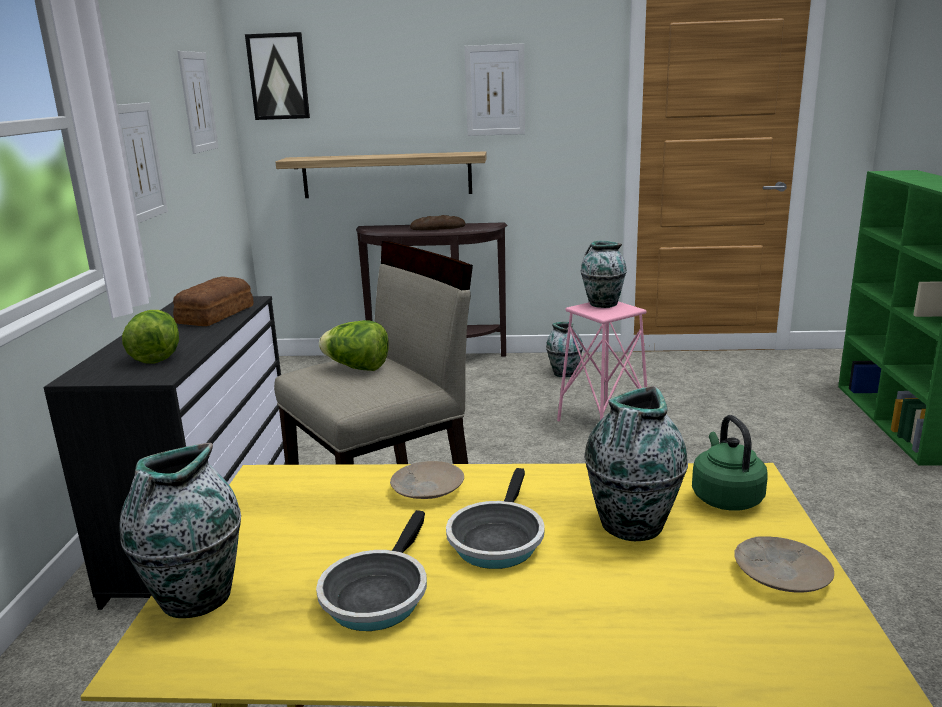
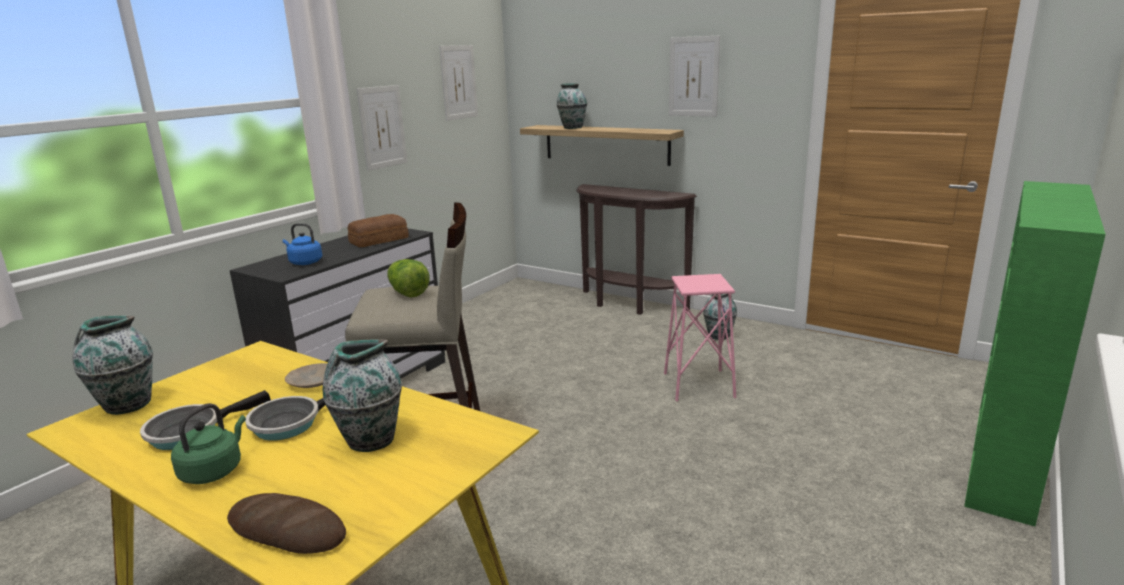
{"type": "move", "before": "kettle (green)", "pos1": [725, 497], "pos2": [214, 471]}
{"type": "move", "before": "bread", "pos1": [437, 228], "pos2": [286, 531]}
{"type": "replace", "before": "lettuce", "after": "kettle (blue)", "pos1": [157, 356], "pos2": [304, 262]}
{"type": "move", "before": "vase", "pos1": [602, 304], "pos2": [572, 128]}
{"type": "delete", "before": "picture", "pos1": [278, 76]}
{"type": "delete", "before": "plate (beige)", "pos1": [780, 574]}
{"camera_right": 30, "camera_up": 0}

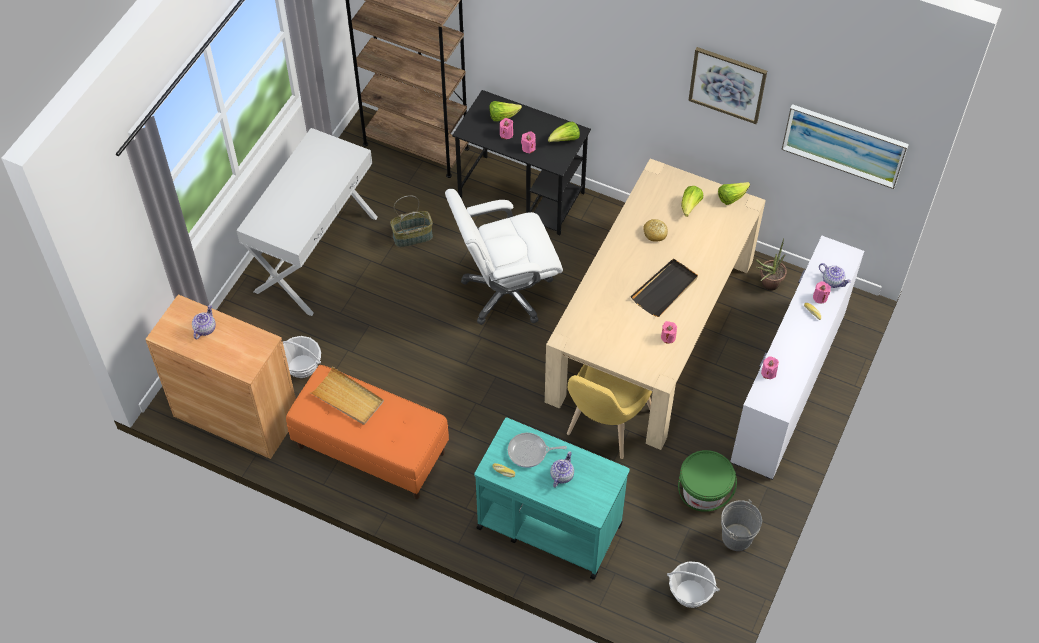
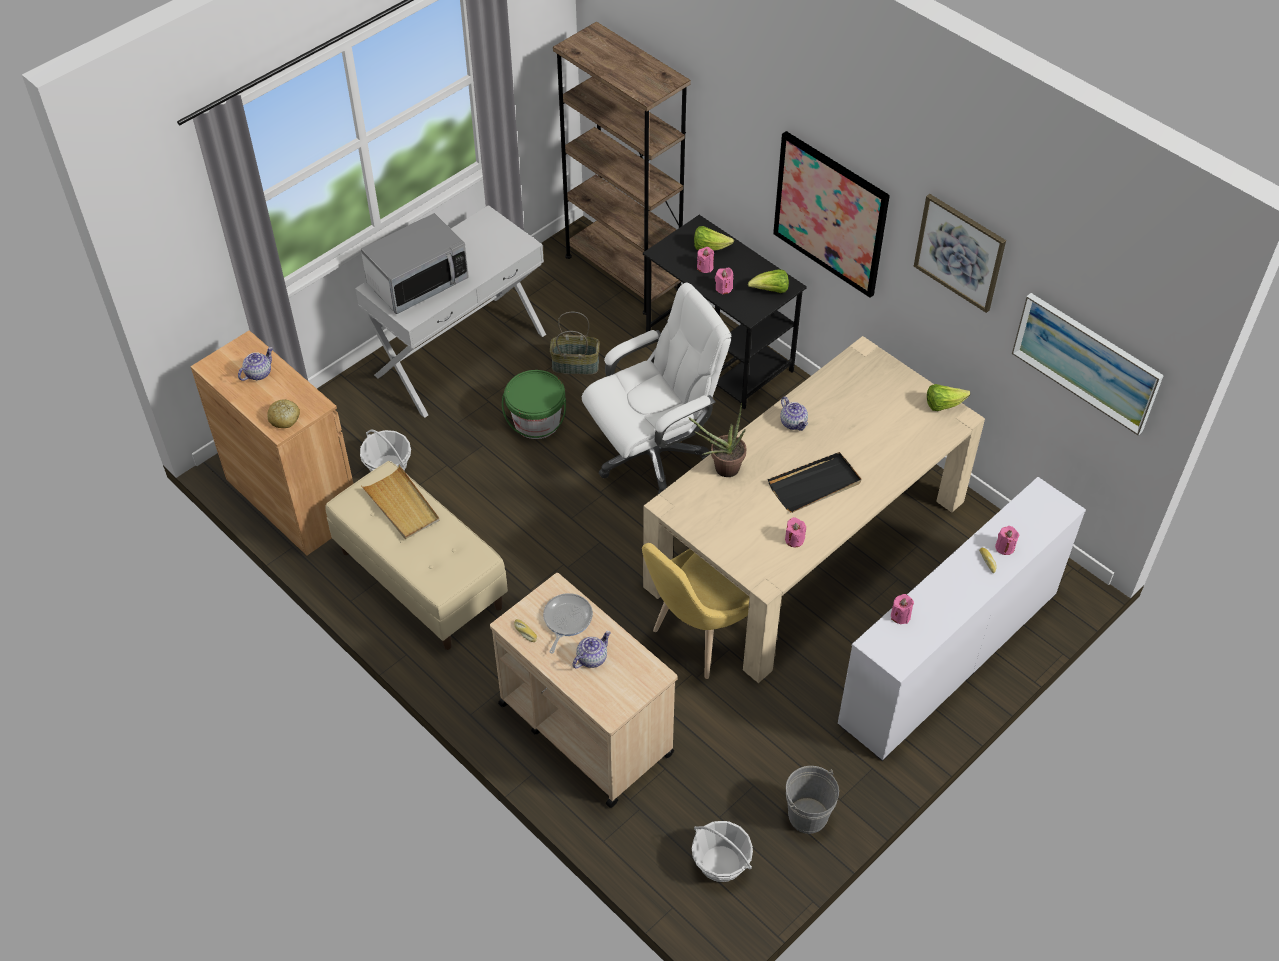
{"type": "move", "before": "bread", "pos1": [655, 233], "pos2": [284, 418]}
{"type": "recolor", "before": "bench (orange)", "after": "bench (beige)", "pos1": [370, 450], "pos2": [420, 579]}
{"type": "insert", "after": "microwave", "pos2": [418, 282]}
{"type": "recolor", "before": "cart (turquoise)", "after": "cart (beige)", "pos1": [548, 525], "pos2": [584, 728]}
{"type": "move", "before": "bucket (green)", "pos1": [703, 493], "pos2": [536, 422]}
{"type": "rotate", "before": "frying pan", "pos1": [529, 452], "pos2": [566, 620], "turn": 90}
{"type": "rotate", "before": "office chair (white)", "pos1": [506, 292], "pos2": [653, 453], "turn": 150}
{"type": "move", "before": "potted plant", "pos1": [767, 285], "pos2": [721, 469]}
{"type": "insert", "after": "picture", "pos2": [830, 214]}
{"type": "move", "before": "teapot", "pos1": [833, 281], "pos2": [793, 423]}
{"type": "delete", "before": "lettuce", "pos1": [690, 206]}
{"camera_right": 20, "camera_up": -5}

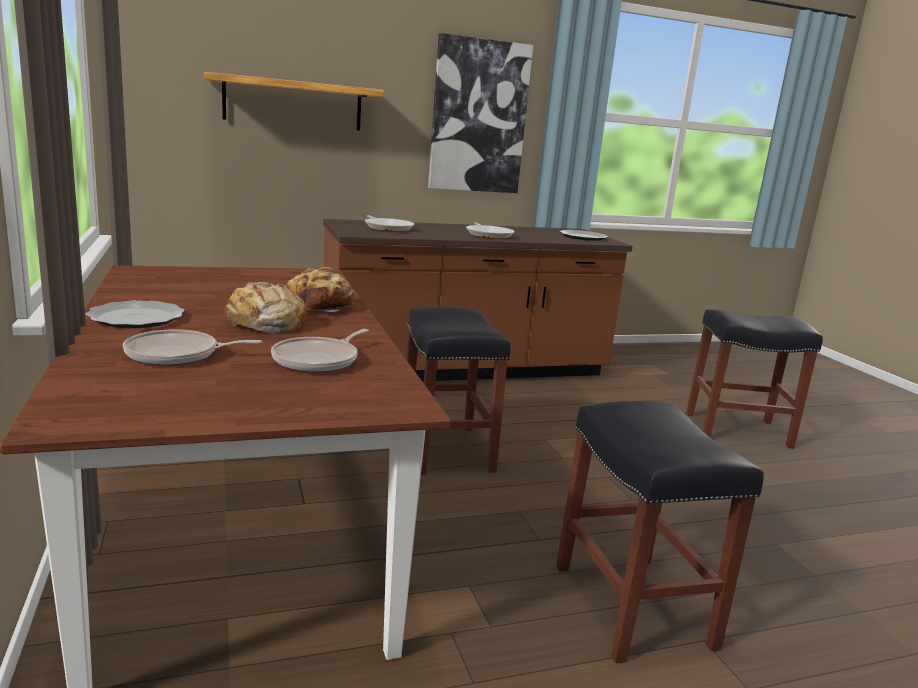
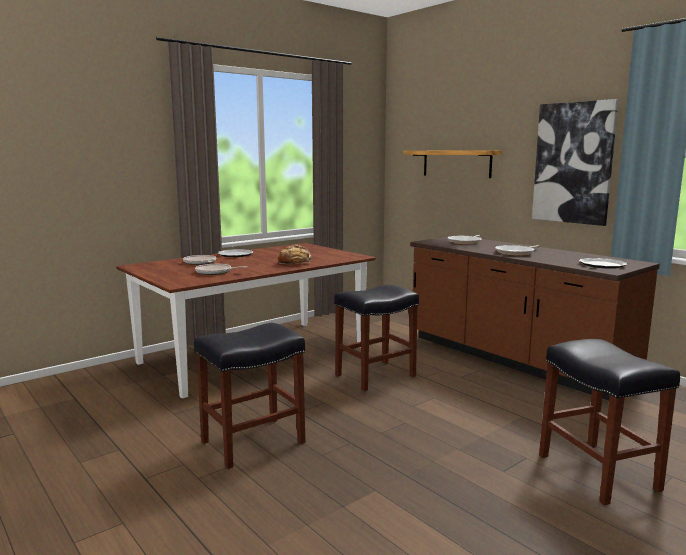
{"type": "delete", "before": "bread", "pos1": [265, 324]}
{"camera_right": 70, "camera_up": -5}

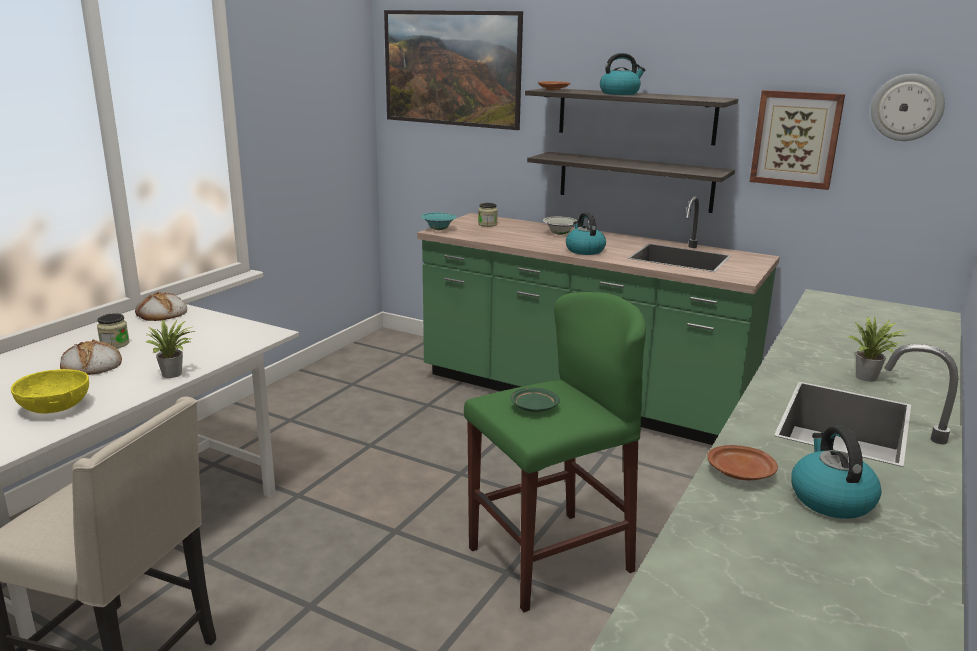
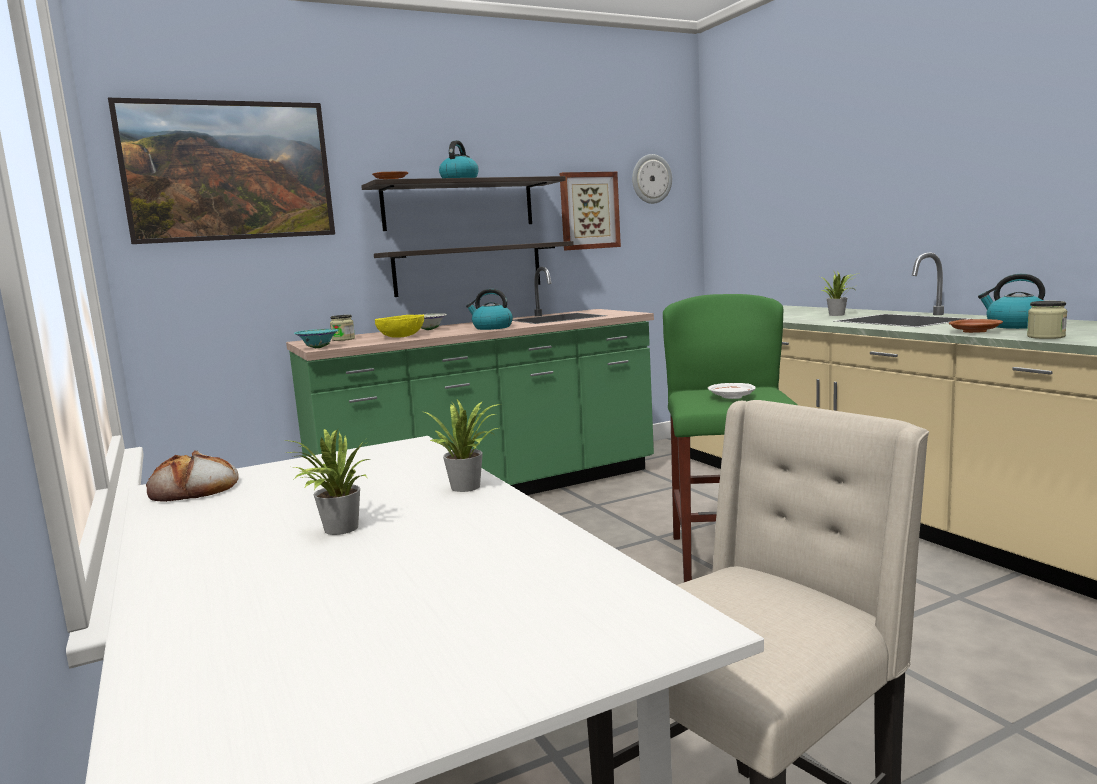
{"type": "replace", "before": "bread", "after": "potted plant", "pos1": [91, 365], "pos2": [336, 530]}
{"type": "move", "before": "bowl (yellow)", "pos1": [55, 407], "pos2": [401, 336]}
{"type": "recolor", "before": "plate (green)", "after": "plate (white)", "pos1": [533, 407], "pos2": [731, 397]}
{"type": "move", "before": "jar", "pos1": [115, 344], "pos2": [1046, 336]}
{"camera_right": -55, "camera_up": -10}

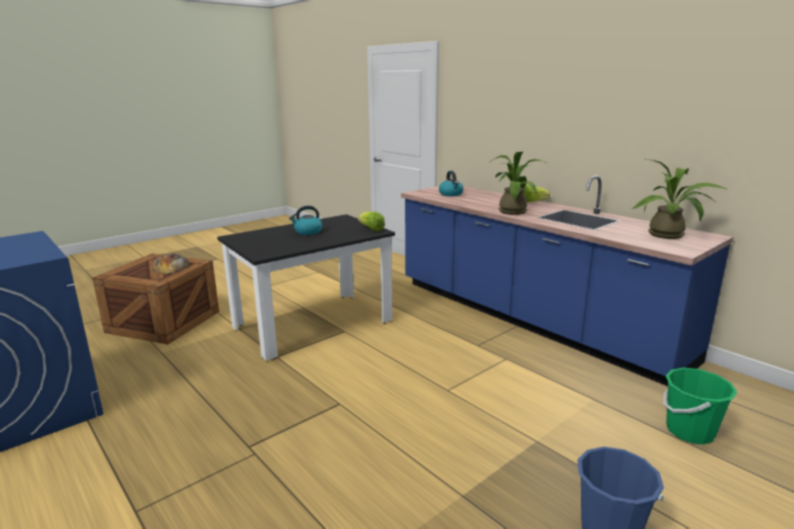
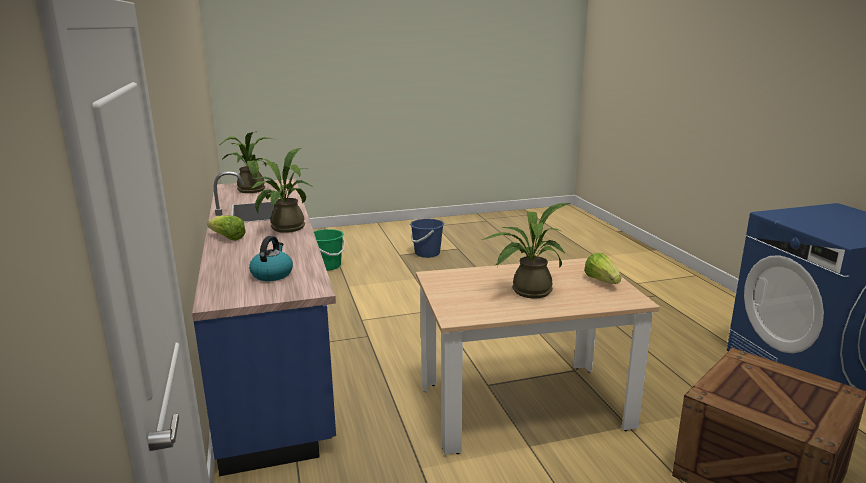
{"type": "recolor", "before": "dining table (black)", "after": "dining table (beige)", "pos1": [313, 324], "pos2": [523, 406]}
{"type": "replace", "before": "kettle", "after": "potted plant", "pos1": [308, 232], "pos2": [526, 291]}
{"type": "move", "before": "lettuce", "pos1": [371, 229], "pos2": [602, 281]}
{"type": "delete", "before": "bread", "pos1": [171, 266]}
{"camera_right": -155, "camera_up": 0}

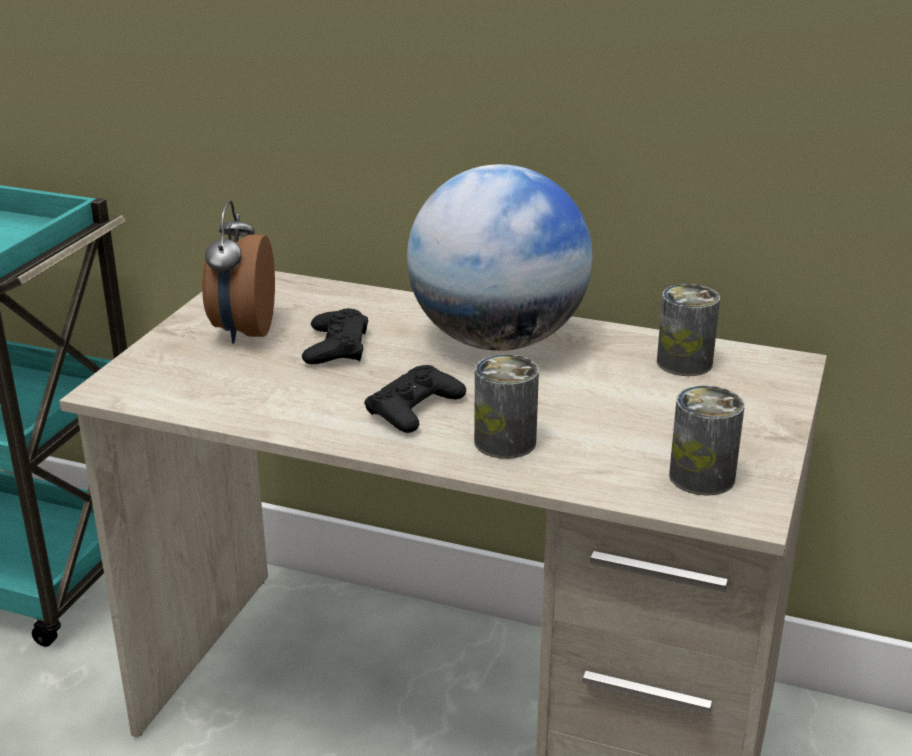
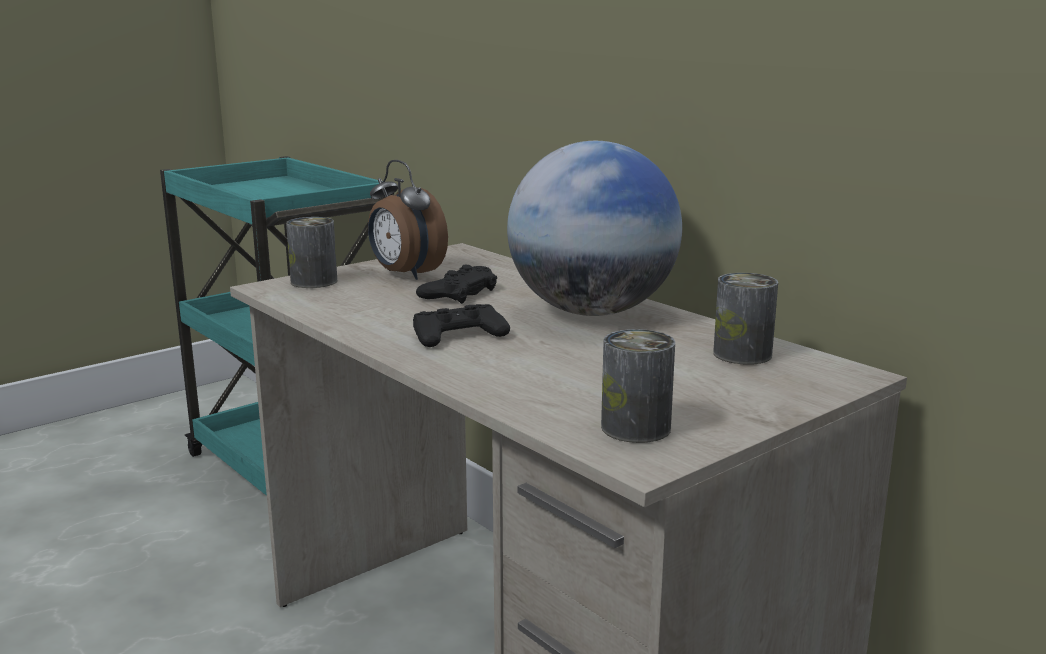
{"type": "move", "before": "can", "pos1": [505, 442], "pos2": [314, 281]}
{"type": "rotate", "before": "alarm clock", "pos1": [242, 331], "pos2": [405, 274], "turn": -75}
{"camera_right": 30, "camera_up": -10}

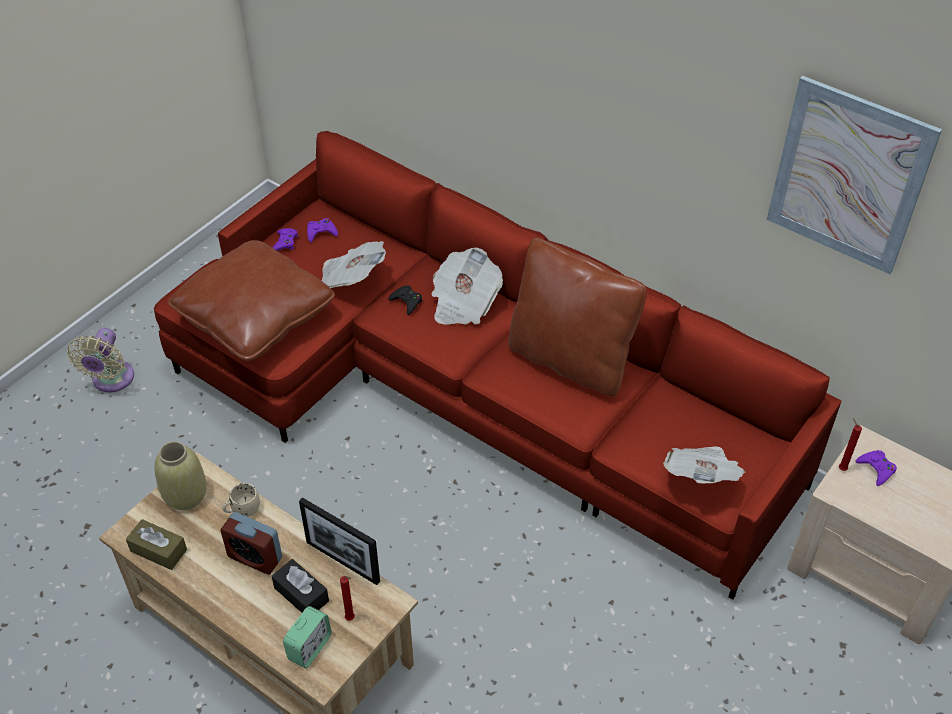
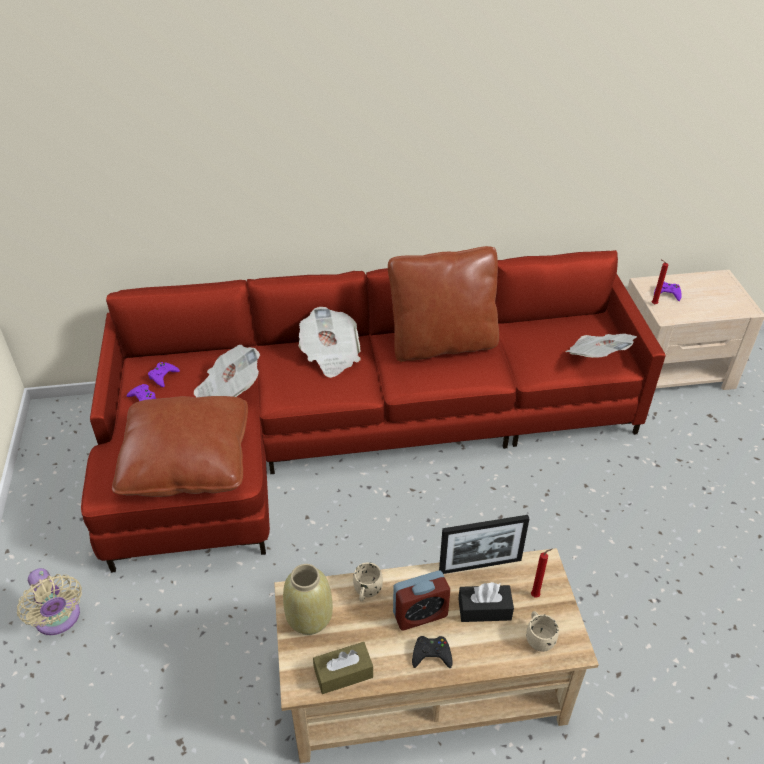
{"type": "move", "before": "game controller (black)", "pos1": [407, 302], "pos2": [431, 654]}
{"type": "replace", "before": "alarm clock", "after": "mug (beige)", "pos1": [309, 647], "pos2": [538, 637]}
{"type": "delete", "before": "picture", "pos1": [848, 176]}
{"camera_right": -45, "camera_up": -5}

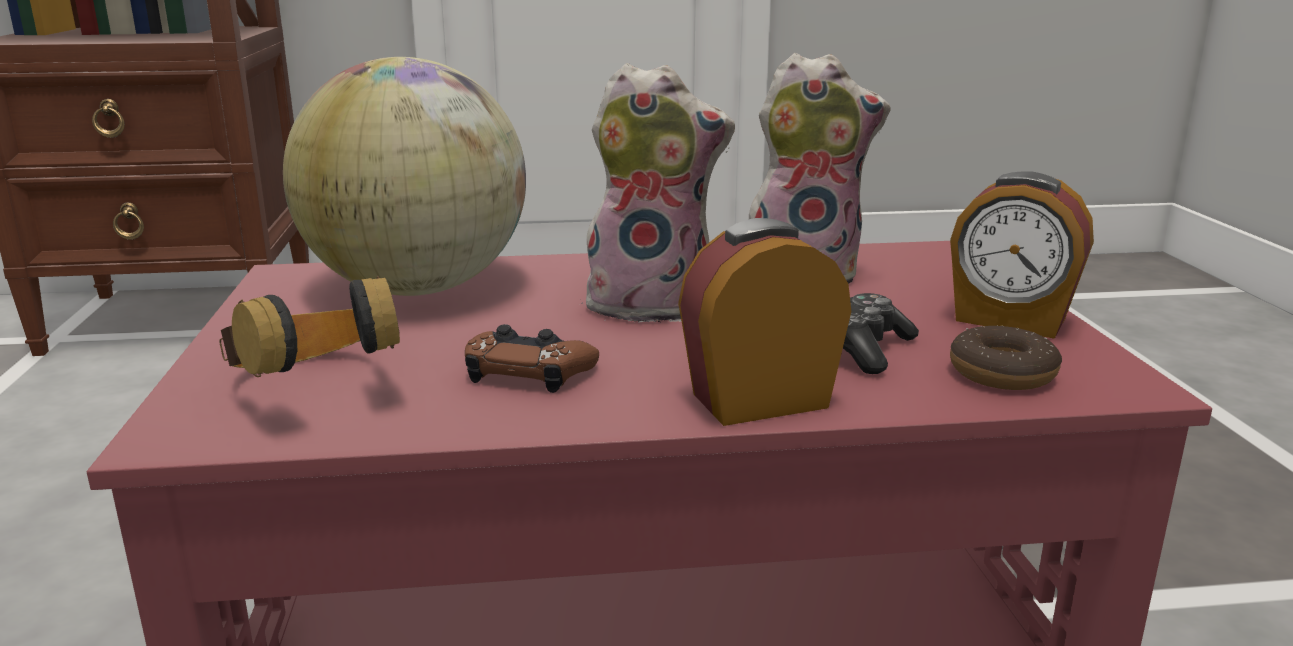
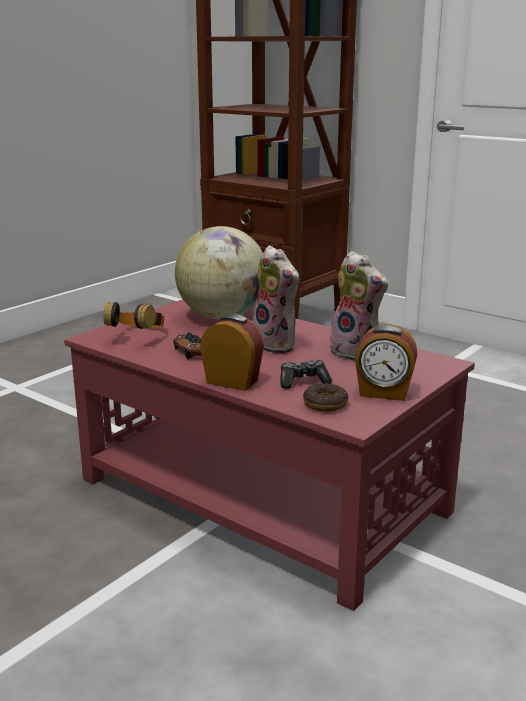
{"type": "rotate", "before": "alarm clock", "pos1": [1010, 320], "pos2": [384, 393], "turn": -60}
{"camera_right": 45, "camera_up": 0}

